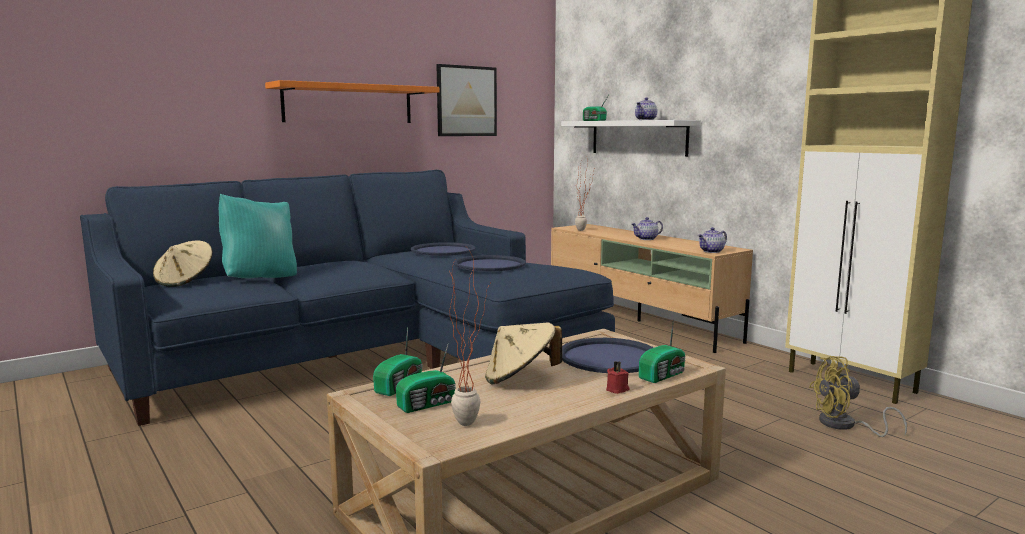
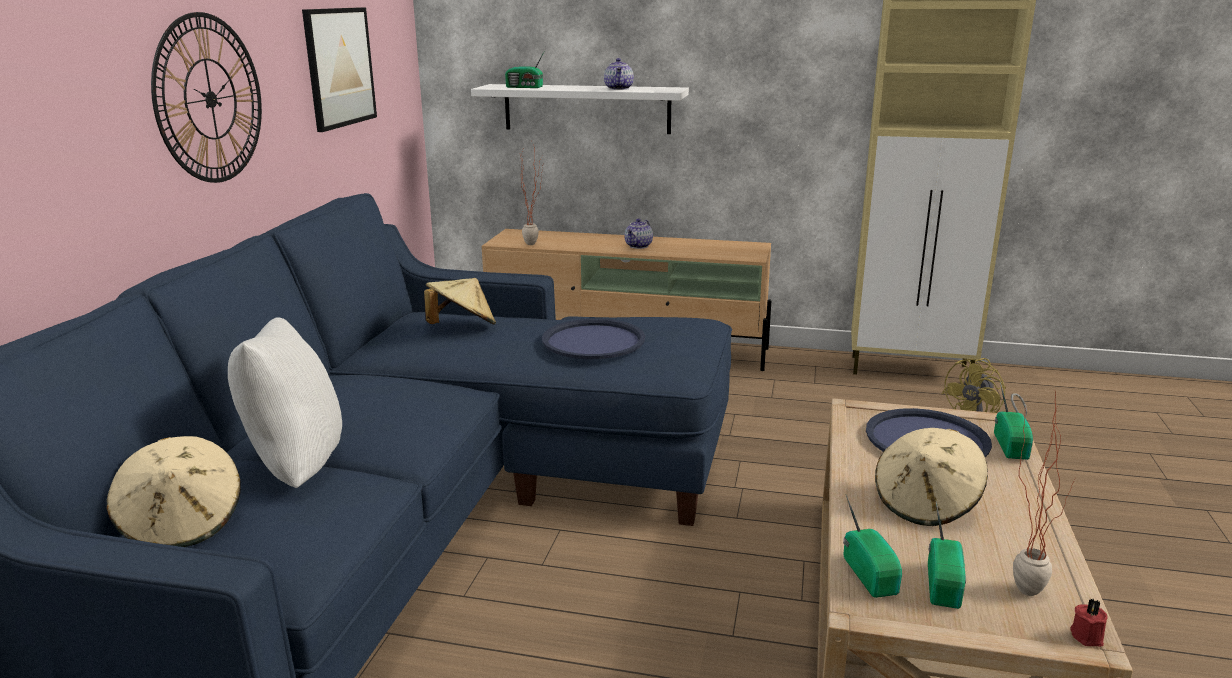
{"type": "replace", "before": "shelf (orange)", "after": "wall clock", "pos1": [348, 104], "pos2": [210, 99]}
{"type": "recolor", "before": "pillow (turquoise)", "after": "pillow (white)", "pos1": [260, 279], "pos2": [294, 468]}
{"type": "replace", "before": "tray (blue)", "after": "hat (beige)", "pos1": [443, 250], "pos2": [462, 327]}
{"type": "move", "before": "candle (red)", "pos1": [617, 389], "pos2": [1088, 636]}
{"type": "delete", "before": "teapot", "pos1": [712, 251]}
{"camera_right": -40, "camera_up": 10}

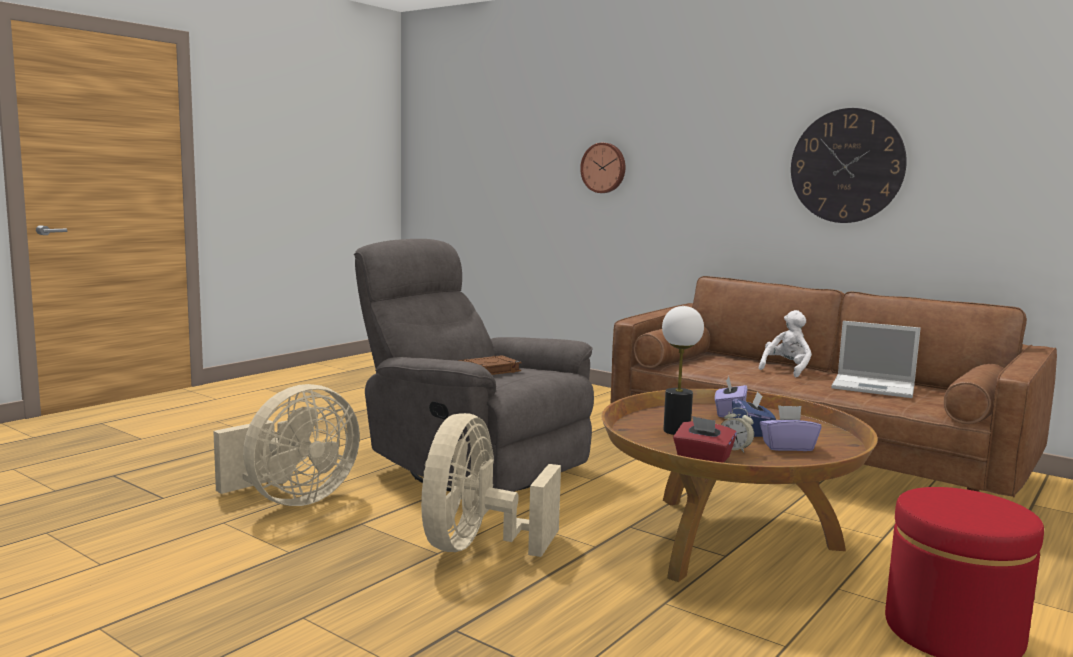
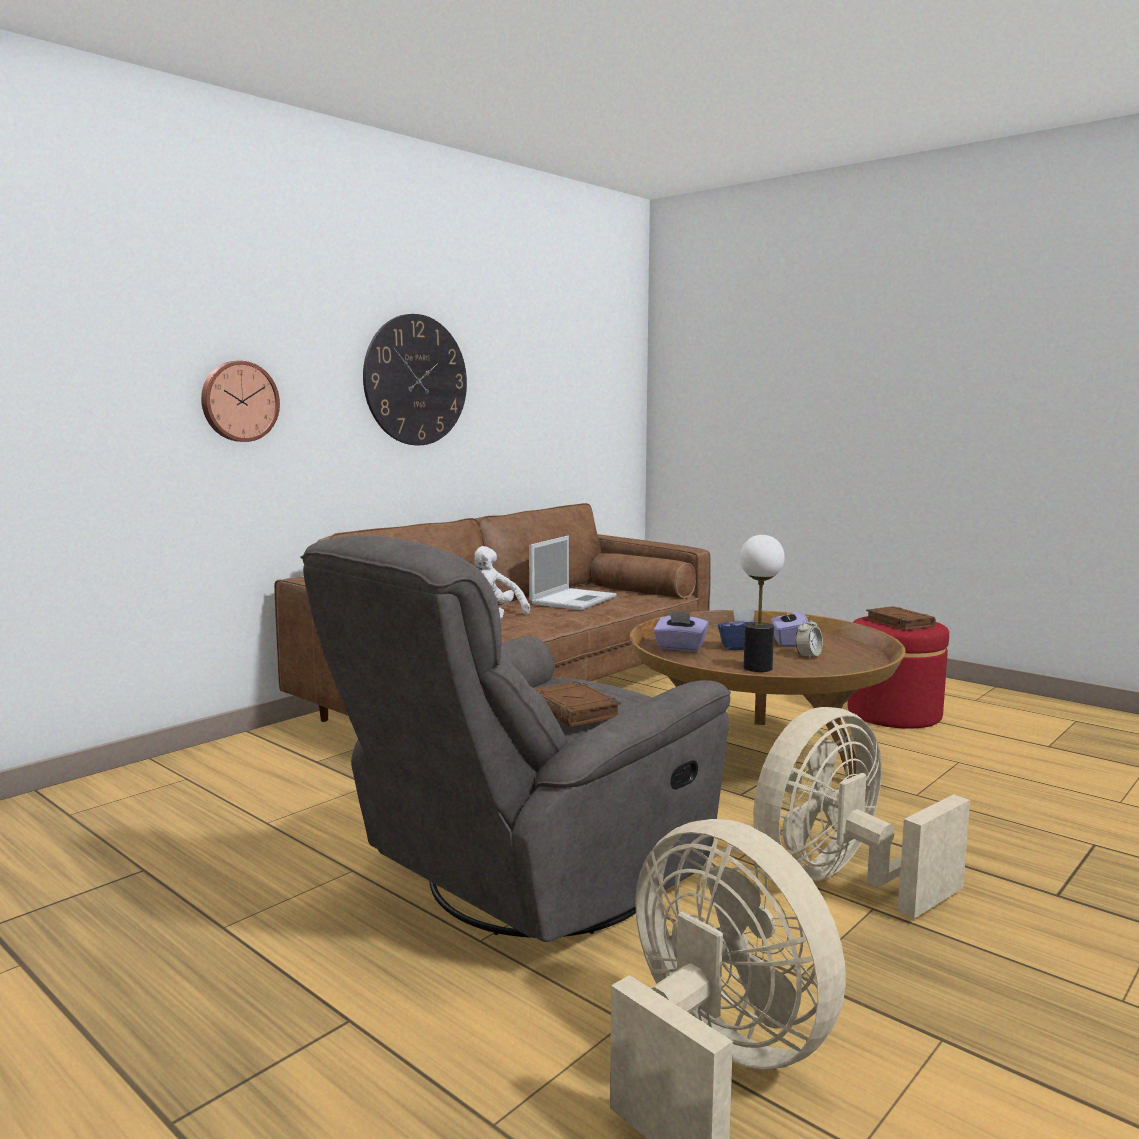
{"type": "move", "before": "wall clock", "pos1": [604, 168], "pos2": [239, 401]}
{"type": "rotate", "before": "fan (beige)", "pos1": [477, 546], "pos2": [839, 881], "turn": 120}
{"type": "insert", "after": "book (brown)", "pos2": [898, 623]}
{"type": "delete", "before": "tissue box (red)", "pos1": [703, 458]}
{"camera_right": -85, "camera_up": 0}

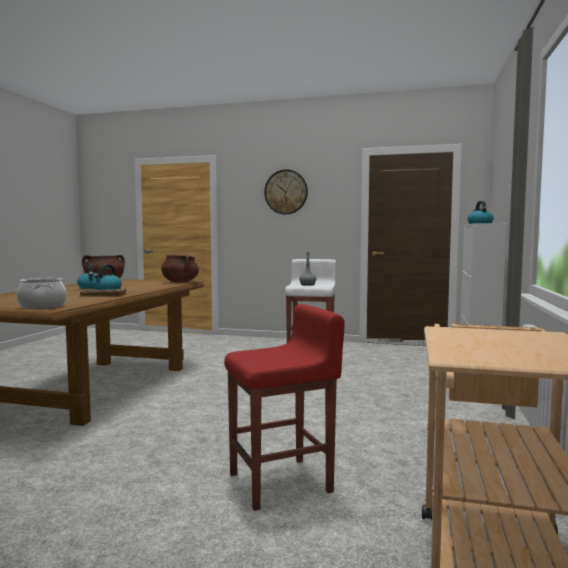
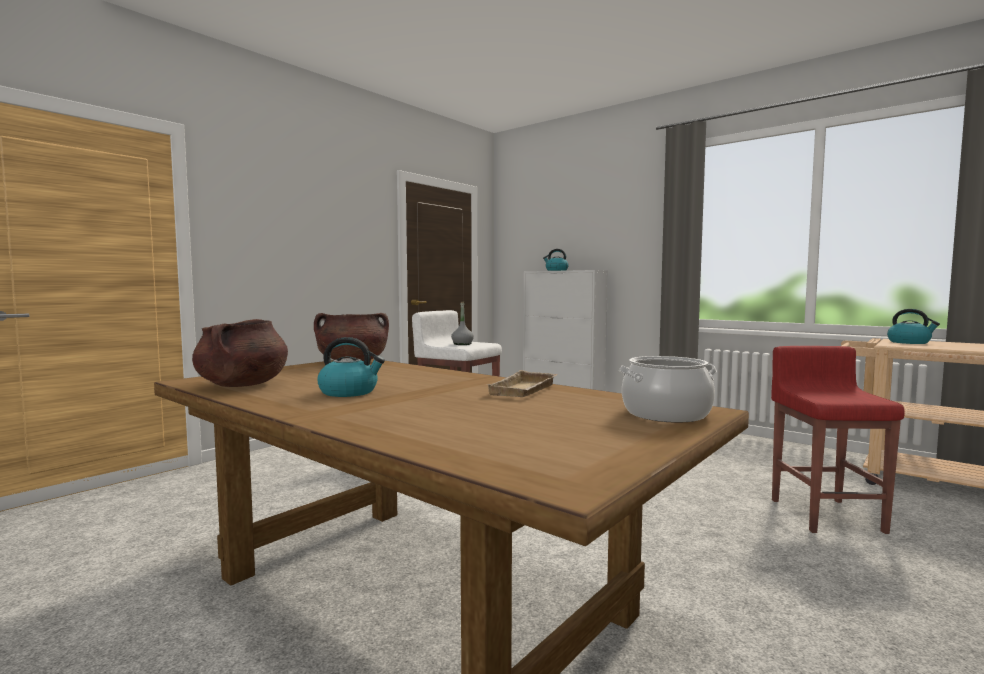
{"type": "move", "before": "kettle", "pos1": [107, 290], "pos2": [909, 342]}
{"type": "delete", "before": "wall clock", "pos1": [286, 192]}
{"camera_right": -65, "camera_up": 0}

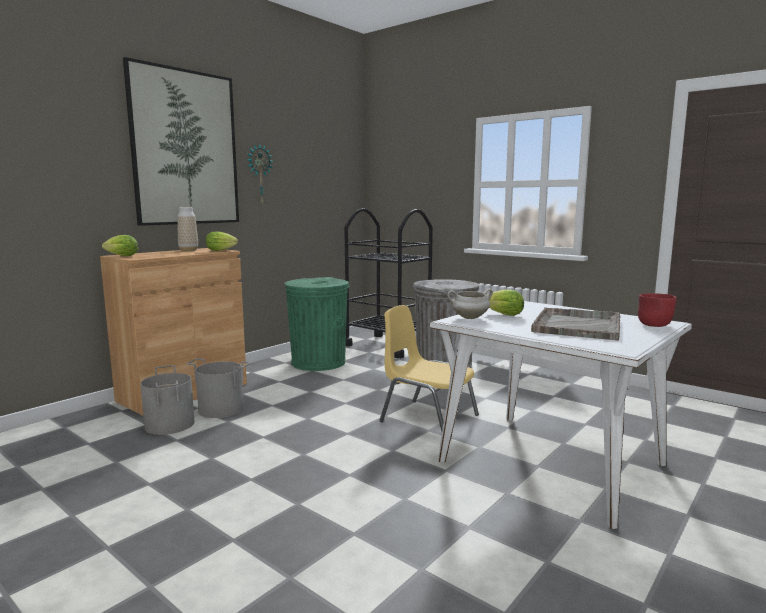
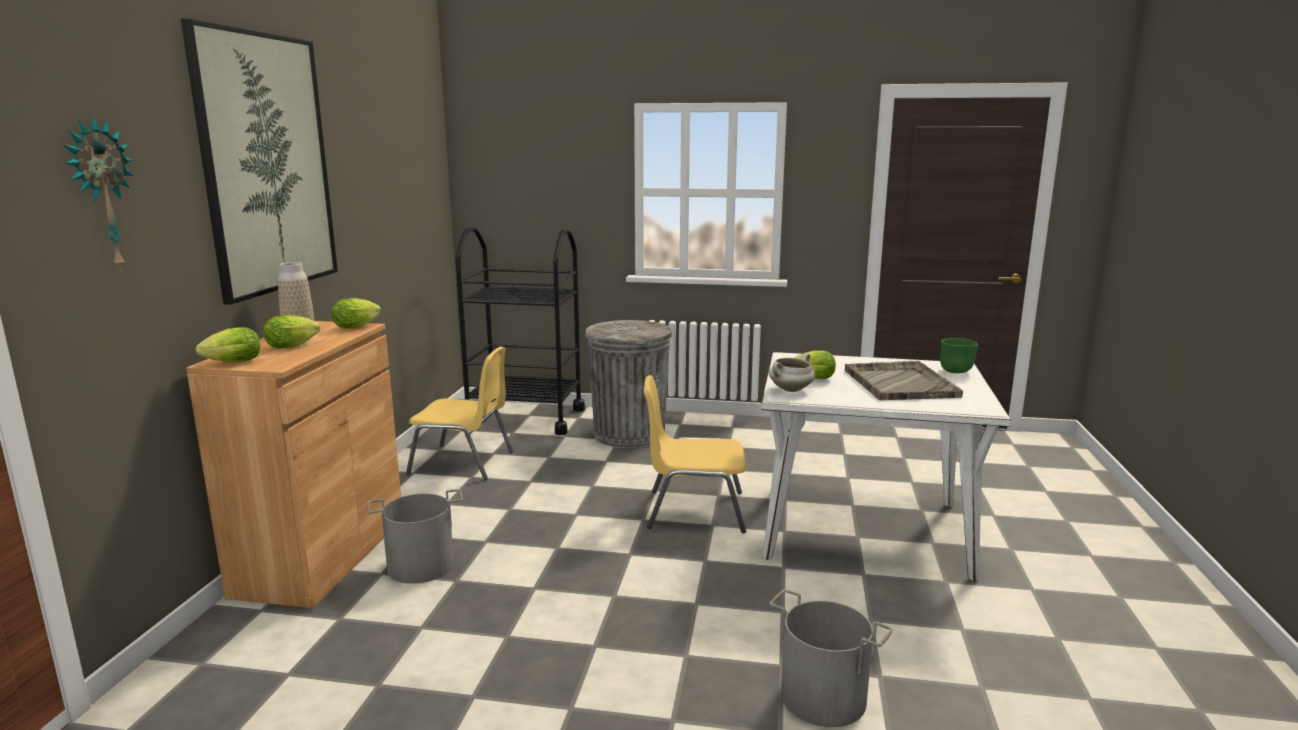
{"type": "move", "before": "wall clock", "pos1": [259, 174], "pos2": [101, 195]}
{"type": "insert", "after": "lettuce", "pos2": [294, 346]}
{"type": "replace", "before": "trash can (green)", "after": "chair (yellow)", "pos1": [318, 362], "pos2": [463, 463]}
{"type": "move", "before": "bucket (grey)", "pos1": [169, 424], "pos2": [822, 698]}
{"type": "recolor", "before": "bowl (red)", "after": "bowl (green)", "pos1": [655, 325], "pos2": [956, 371]}
{"camera_right": -30, "camera_up": 5}

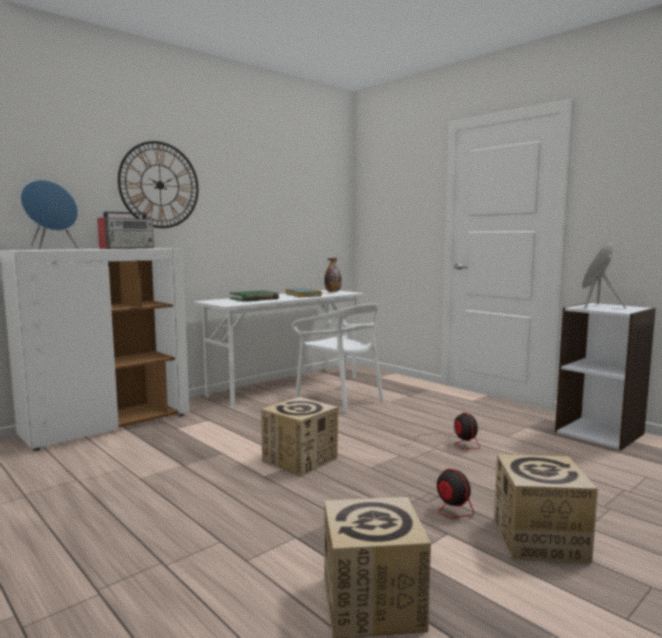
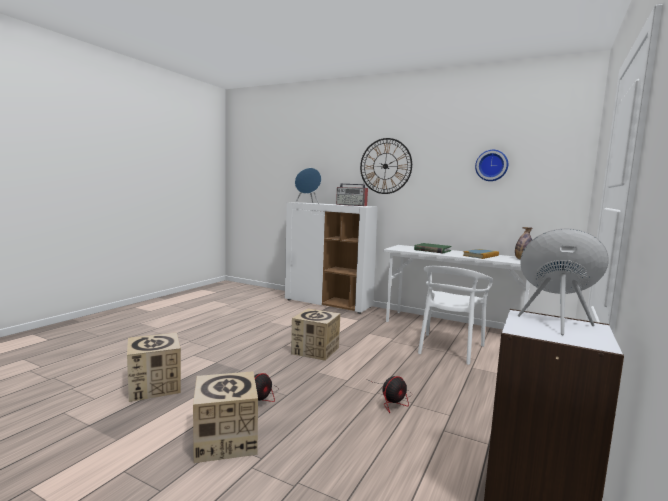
{"type": "insert", "after": "wall clock", "pos2": [491, 165]}
{"camera_right": 70, "camera_up": 0}

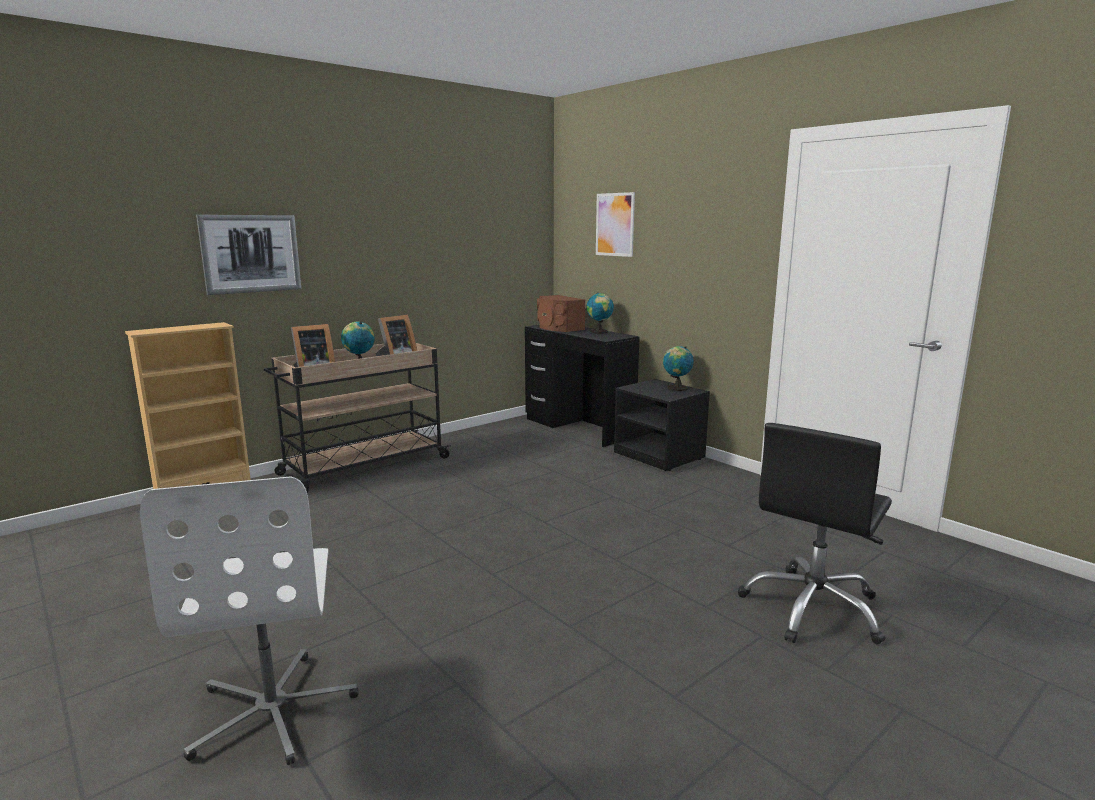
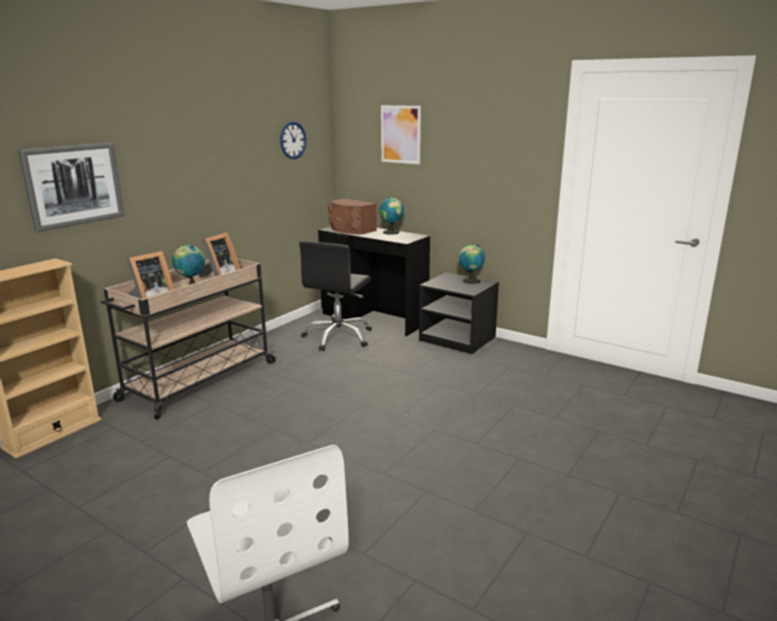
{"type": "insert", "after": "wall clock", "pos2": [293, 140]}
{"type": "move", "before": "office chair (black)", "pos1": [813, 608], "pos2": [338, 337]}
{"camera_right": -15, "camera_up": 5}

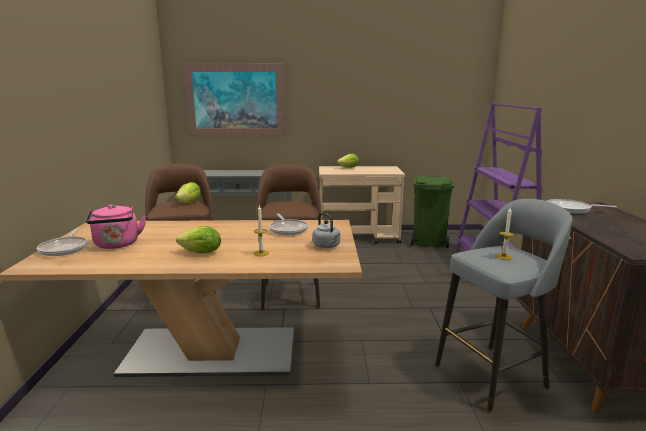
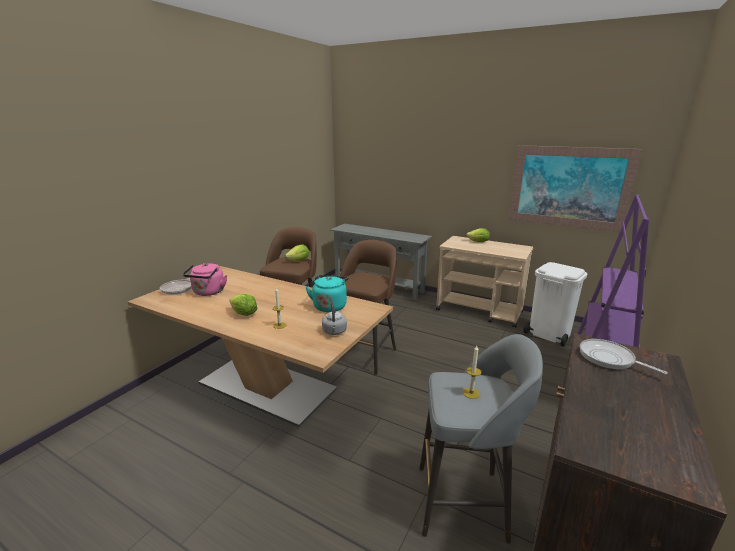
{"type": "replace", "before": "frying pan", "after": "kettle (turquoise)", "pos1": [288, 229], "pos2": [330, 306]}
{"type": "move", "before": "picture", "pos1": [235, 100], "pos2": [569, 187]}
{"type": "recolor", "before": "trash can (green)", "after": "trash can (white)", "pos1": [428, 242], "pos2": [548, 334]}
{"camera_right": 30, "camera_up": 5}

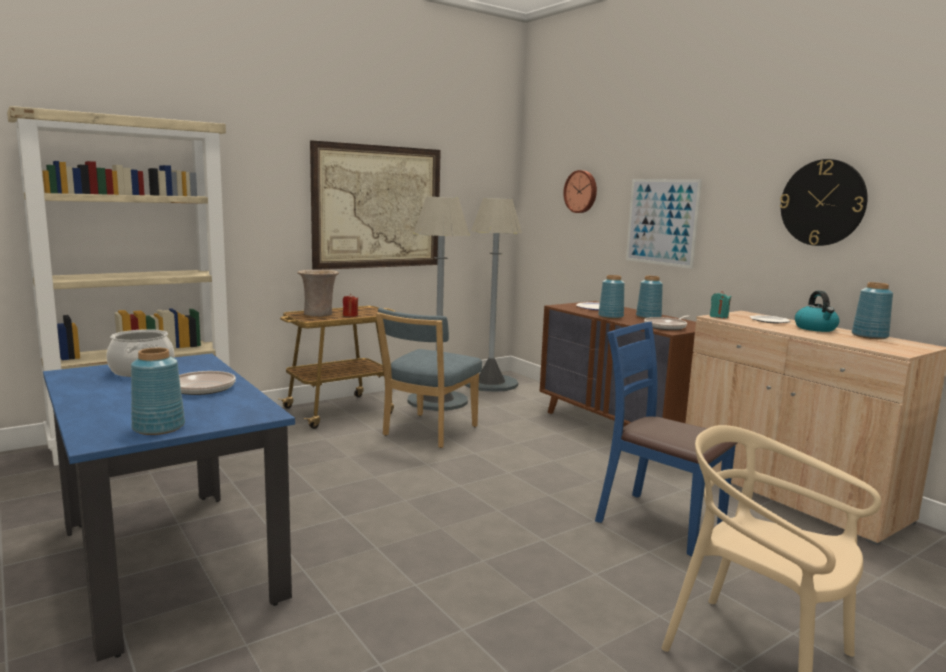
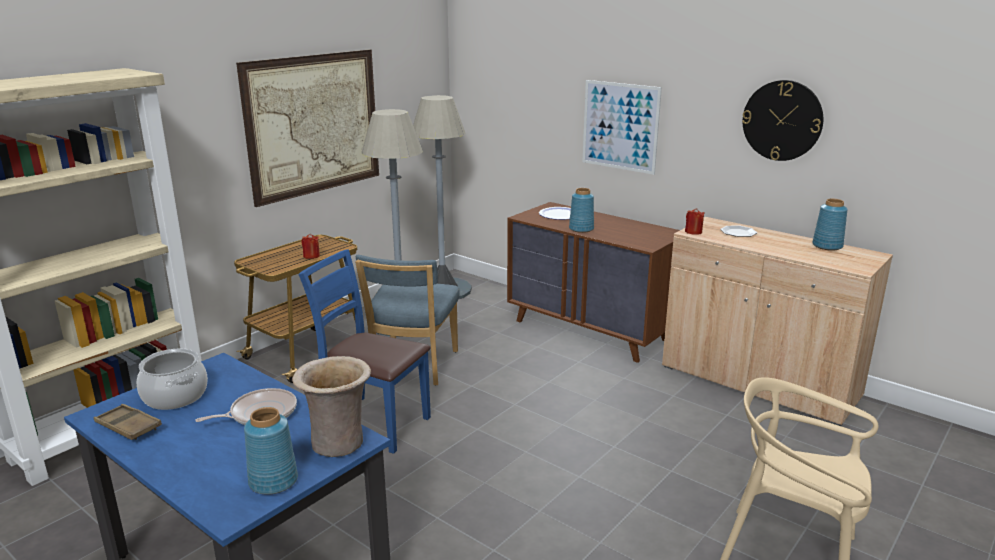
{"type": "insert", "after": "tray (brown)", "pos2": [128, 427]}
{"type": "move", "before": "vase (beige)", "pos1": [318, 314], "pos2": [337, 442]}
{"type": "move", "before": "chair (blue)", "pos1": [658, 522], "pos2": [373, 424]}
{"type": "recolor", "before": "candle (turquoise)", "after": "candle (red)", "pos1": [719, 317], "pos2": [693, 232]}
{"type": "delete", "before": "wall clock", "pos1": [581, 191]}
{"type": "delete", "before": "vase (blue)", "pos1": [648, 317]}
{"type": "delete", "before": "frying pan", "pos1": [666, 327]}
{"type": "delete", "before": "kettle", "pos1": [816, 328]}
{"camera_right": -15, "camera_up": 10}

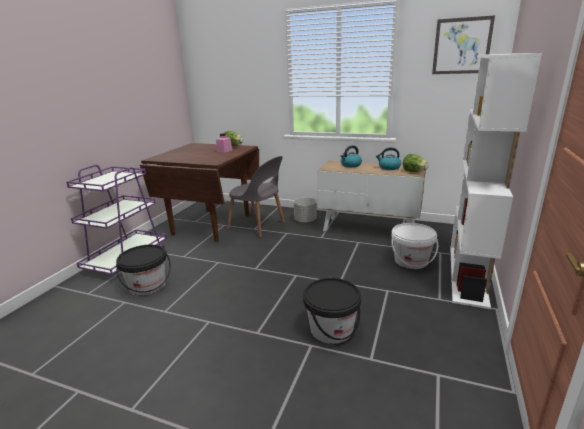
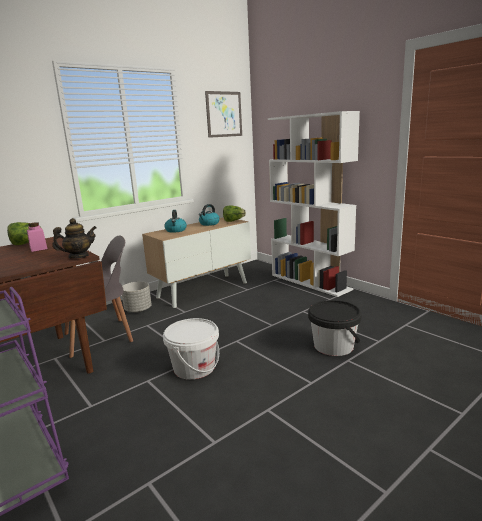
{"type": "insert", "after": "teapot", "pos2": [78, 256]}
{"type": "move", "before": "bucket (white)", "pos1": [411, 261], "pos2": [194, 367]}
{"type": "delete", "before": "bucket (black)", "pos1": [147, 285]}
{"camera_right": -60, "camera_up": -5}

